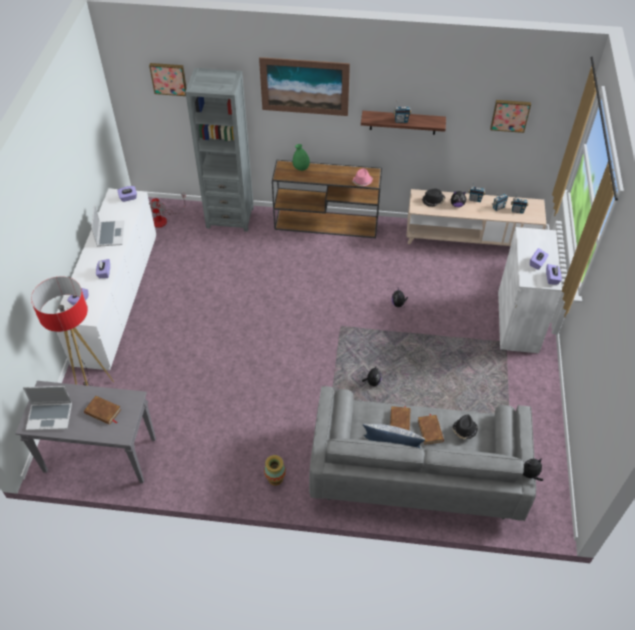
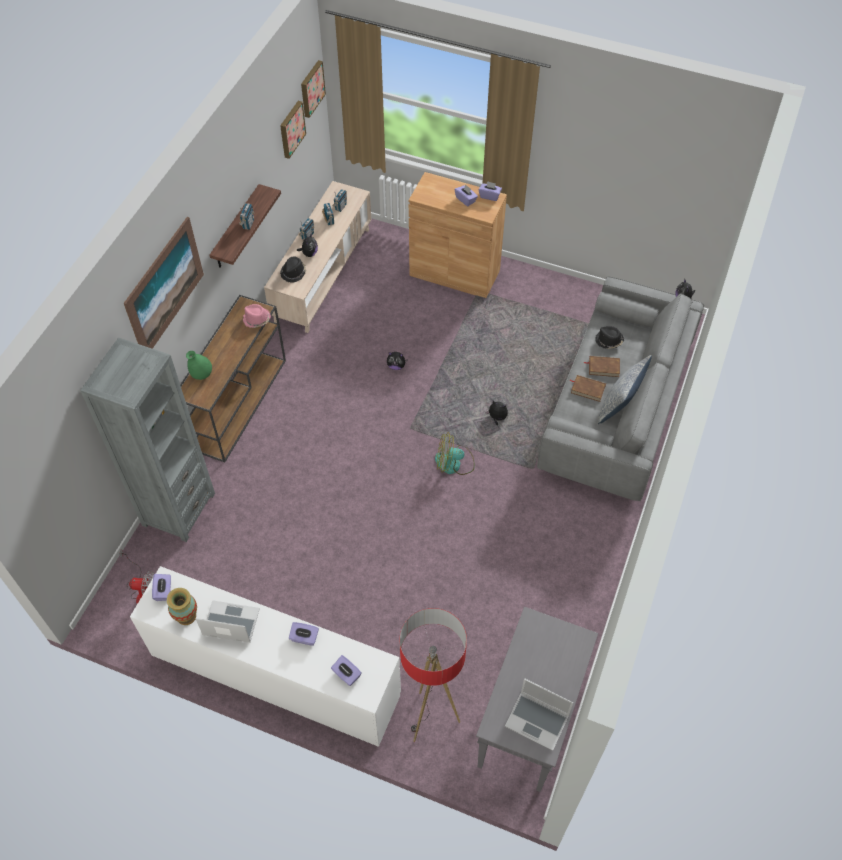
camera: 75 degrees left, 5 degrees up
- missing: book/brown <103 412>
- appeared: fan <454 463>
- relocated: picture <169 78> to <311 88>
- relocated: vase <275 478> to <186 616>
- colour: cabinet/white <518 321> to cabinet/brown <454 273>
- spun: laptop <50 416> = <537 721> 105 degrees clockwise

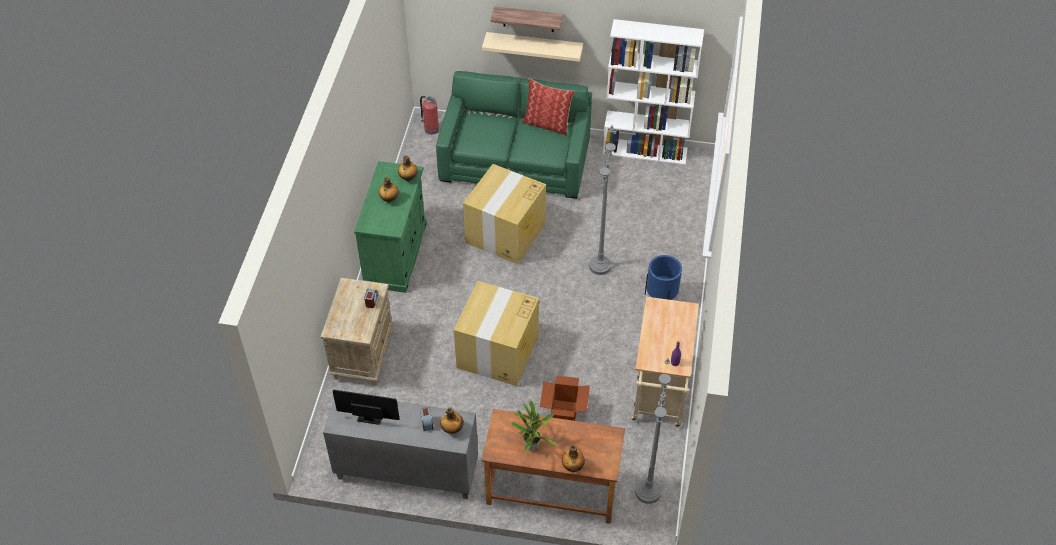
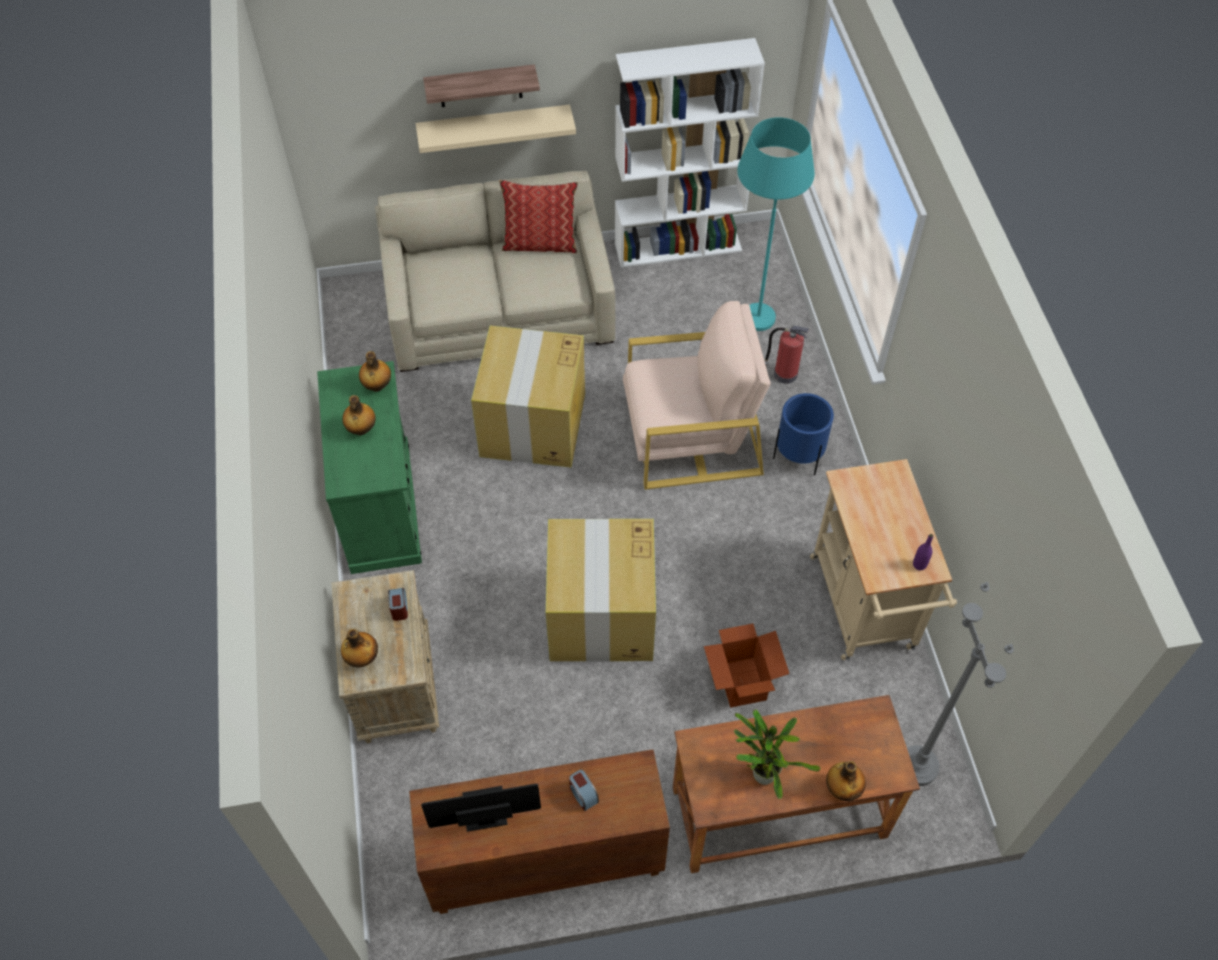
camera: 20 degrees left, 5 degrees up
- appeared: floor lamp/turquoise <757 304>
- relocated: fire extinguisher <431 129> to <784 374>
- relocated: bottle <452 429> to <362 658>
- exchanged: floor lamp/grey <600 266> to armchair/beige <691 435>
- colour: cabinet/grey <406 472> to cabinet/brown <544 863>
- colour: sofa/green <516 159> to sofa/beige <500 307>

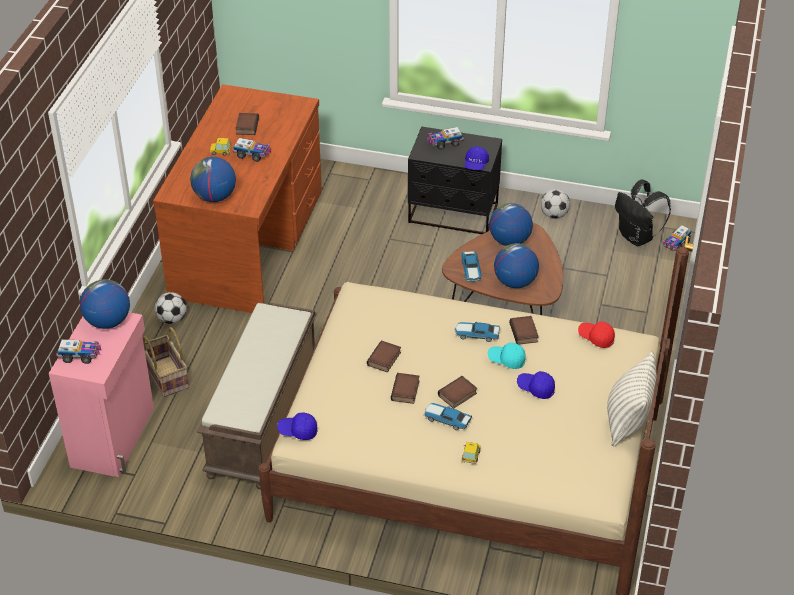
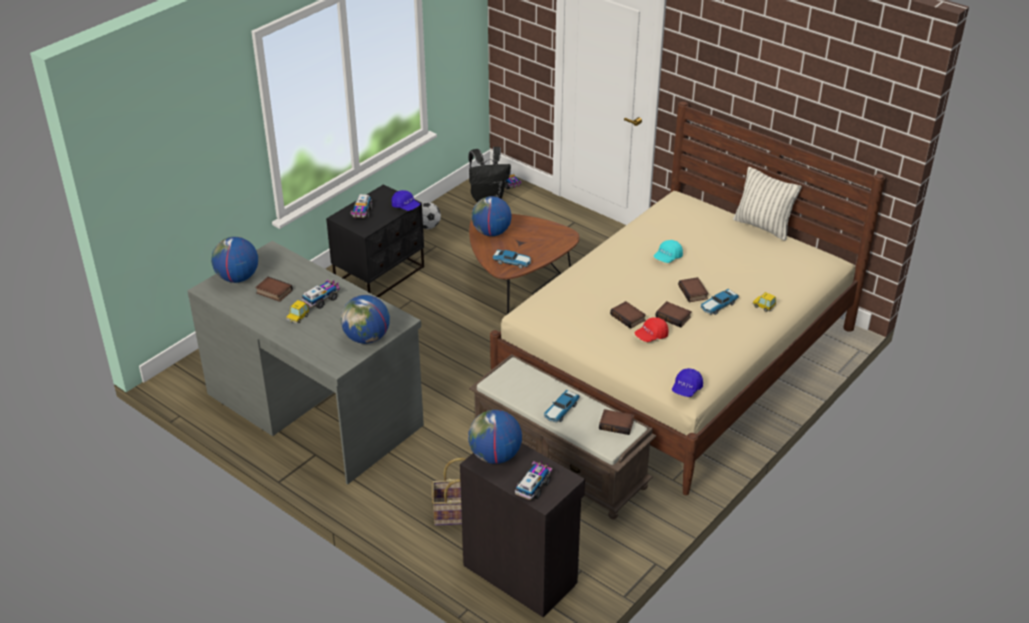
camera: 65 degrees left, 5 degrees down
- missing: football <172 319>
- missing: cap/blue <535 388>
- relocated: toy car <476 334> to <560 411>
- relocated: globe <515 282> to <237 278>
- relocated: book <524 333> to <617 424>
- relocated: cap/red <596 338> to <651 336>
- colour: cabinet/pink <114 436> to cabinet/black <520 572>
- colour: desk/brown <248 244> to desk/grey <314 408>

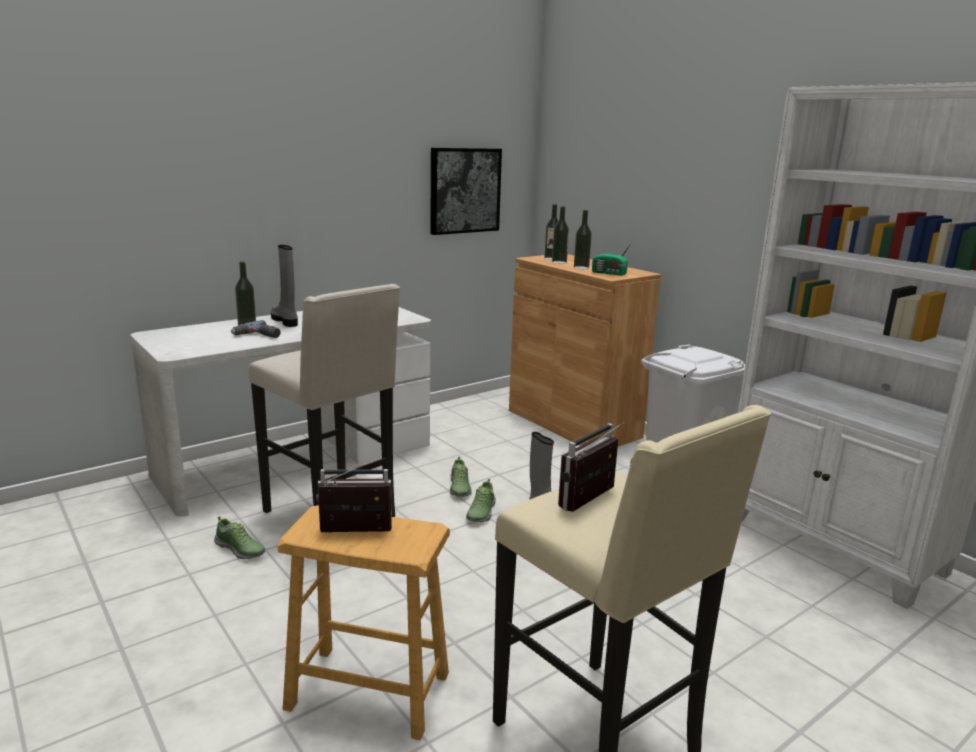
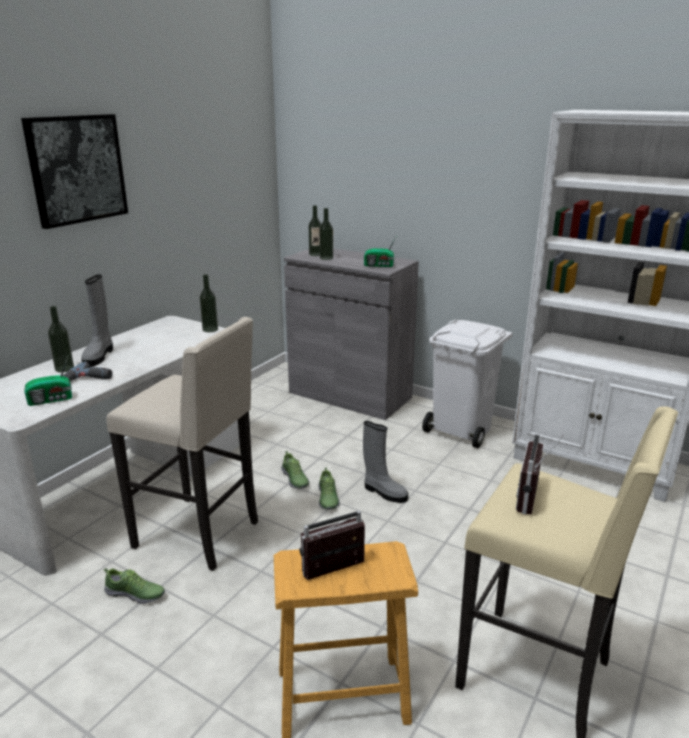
camera: 20 degrees left, 5 degrees up
- appeared: radio <52 400>
- relocated: picture <464 190> to <77 169>
- relocated: bottle <581 268> to <210 329>
- colour: cabinet/brown <573 423> to cabinet/grey <350 395>
- spun: boot/grey <285 321> = <99 356> 120 degrees counterclockwise

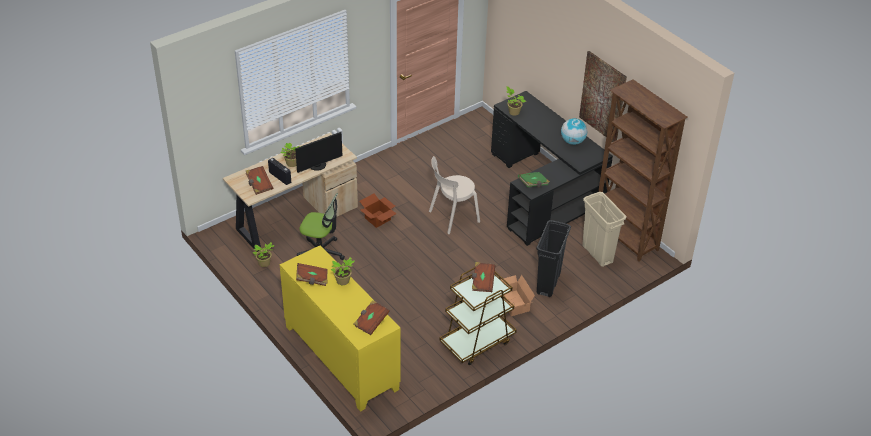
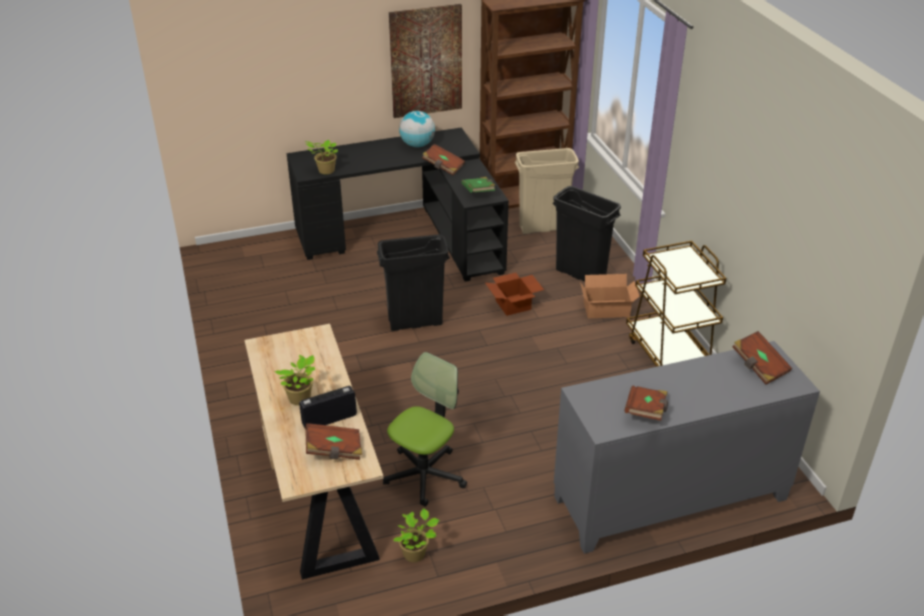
camera: 70 degrees left, 5 degrees down
- missing: monitor <318 166>
- missing: potted plant <343 281>
- relocated: cardboard box <378 219> to <514 305>
- relocated: book/brown <482 282> to <443 167>
- exchanged: chair/beige <452 217> to trash can/black <415 322>
- colour: cabinet/yellow <340 358> to cabinet/grey <670 499>

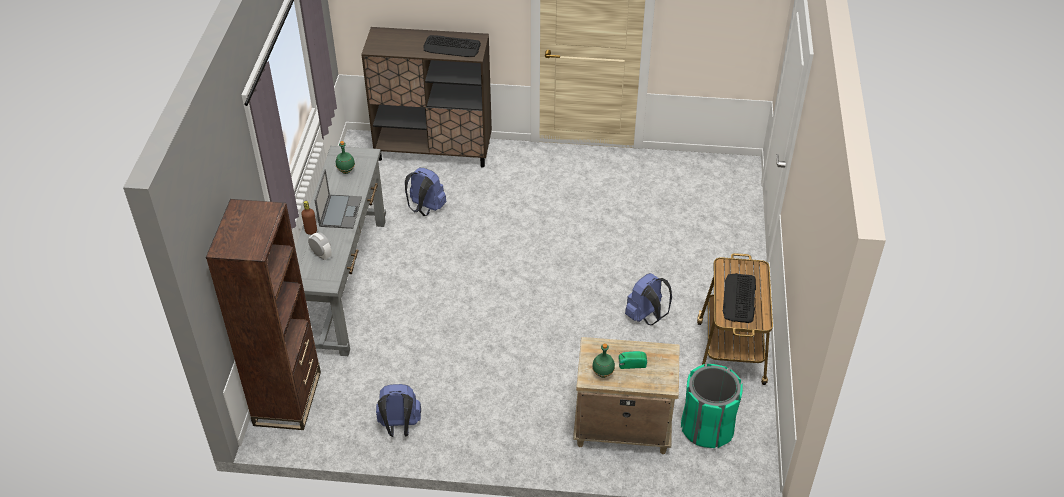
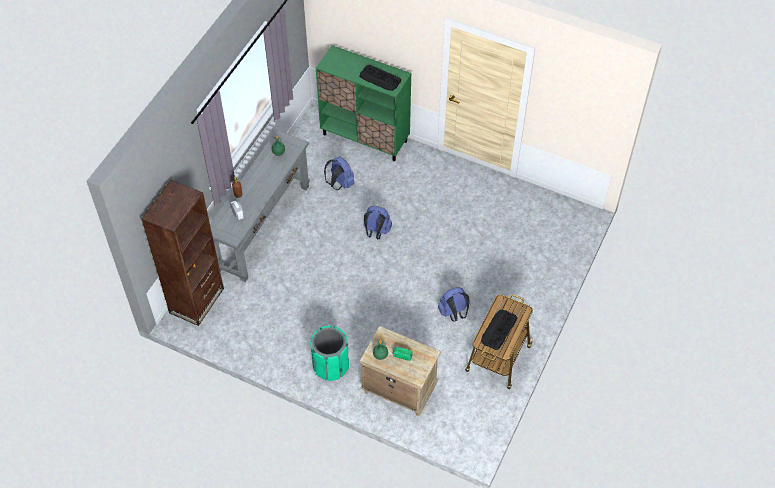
camera: 20 degrees right, 10 degrees up
- missing: laptop <340 211>
- relocated: backpack/blue <399 426> to <376 232>
- relocated: trash can/green <707 427> to <331 365>
- colour: cabinet/brown <434 151> to cabinet/green <365 138>

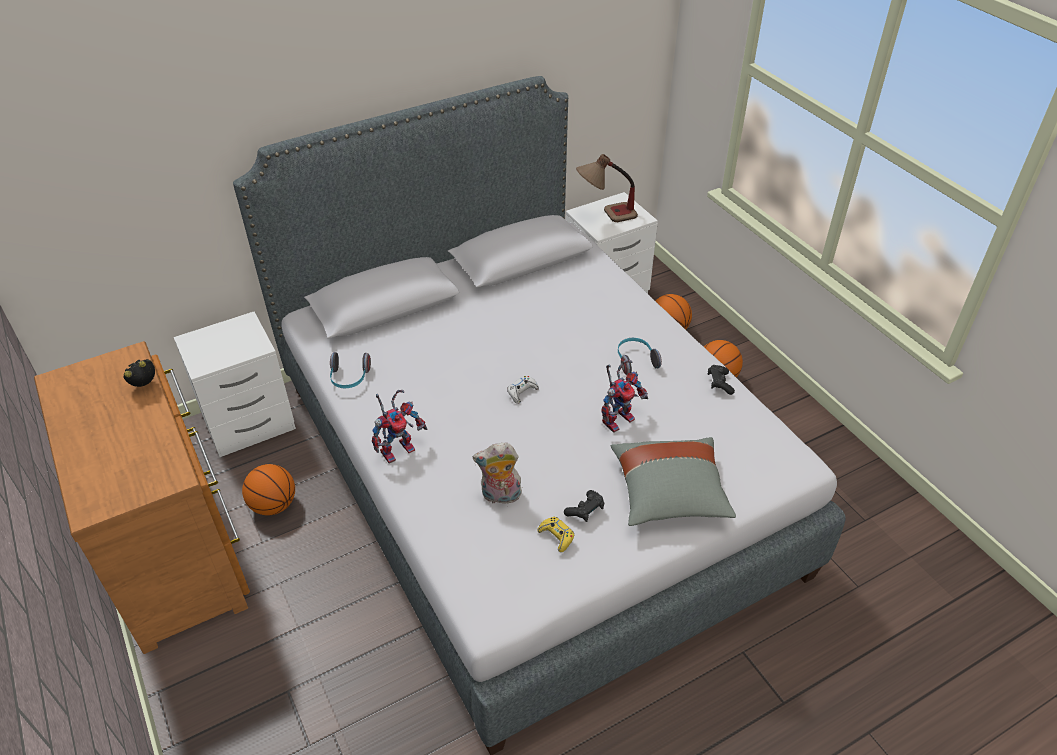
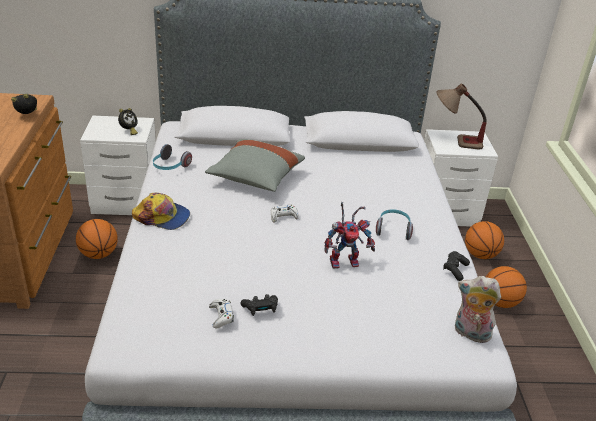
camera: 25 degrees right, 10 degrees down
- appeared: alarm clock <128 131>
- relocated: plush toy <500 496> to <470 334>
- relocated: pillow/grey <669 494> to <255 178>
- exchanged: toy robot <399 448> to cap <162 217>
- colour: game controller/yellow <556 536> to game controller/white <221 316>

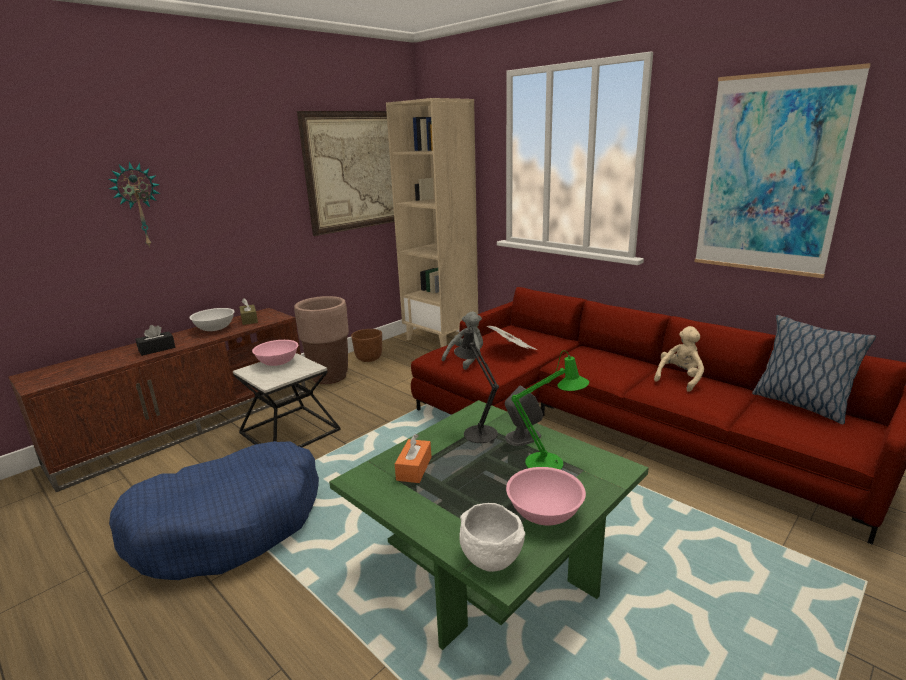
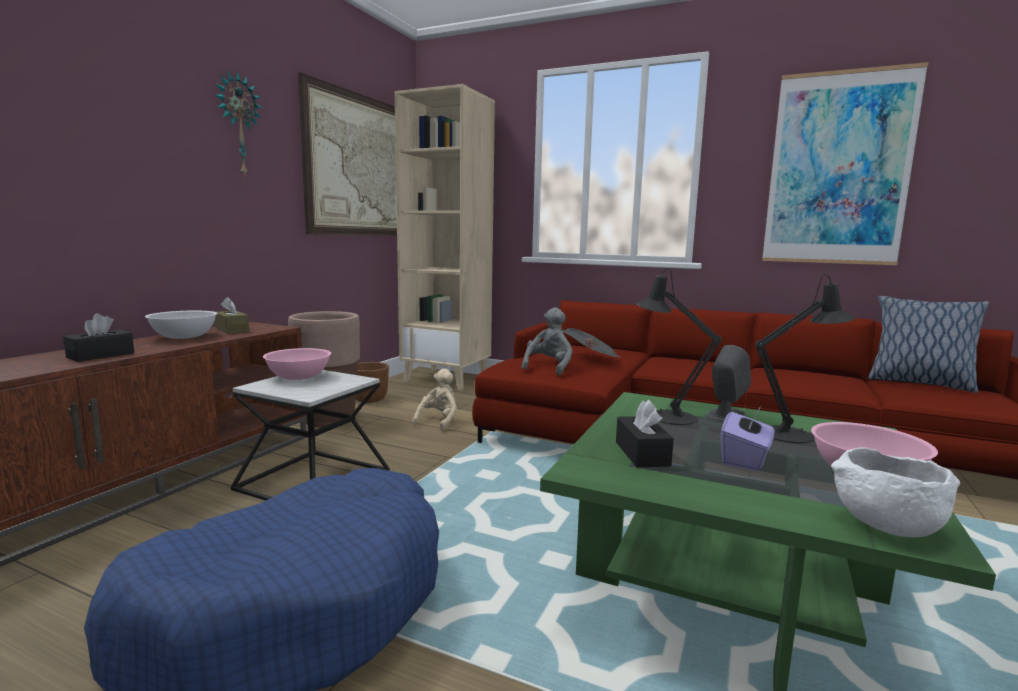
camera: 20 degrees left, 10 degrees down
- appeared: tissue box/purple <745 459>
- relocated: wall clock <138 205> to <237 125>
- relocated: plush toy/beige <679 378> to <439 421>
- colour: tissue box/orange <414 468> to tissue box/black <642 454>
- colour: table lamp/green <550 463> to table lamp/black <794 434>

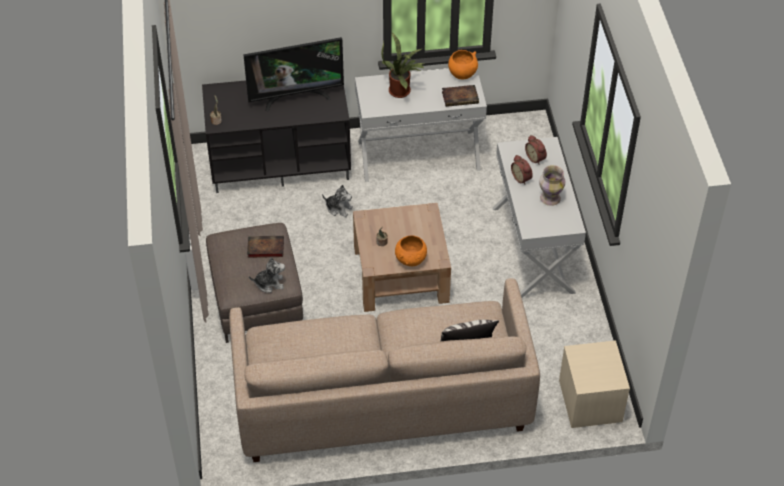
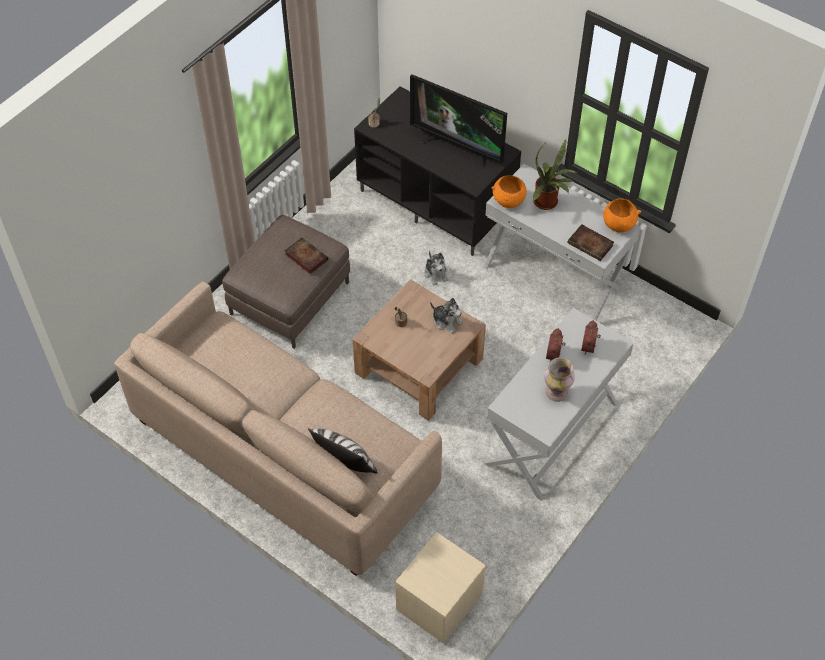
camera: 45 degrees right, 5 degrees up
- relocated: plush toy <269 283> to <446 321>
- relocated: bowl/orange <411 260> to <508 201>

